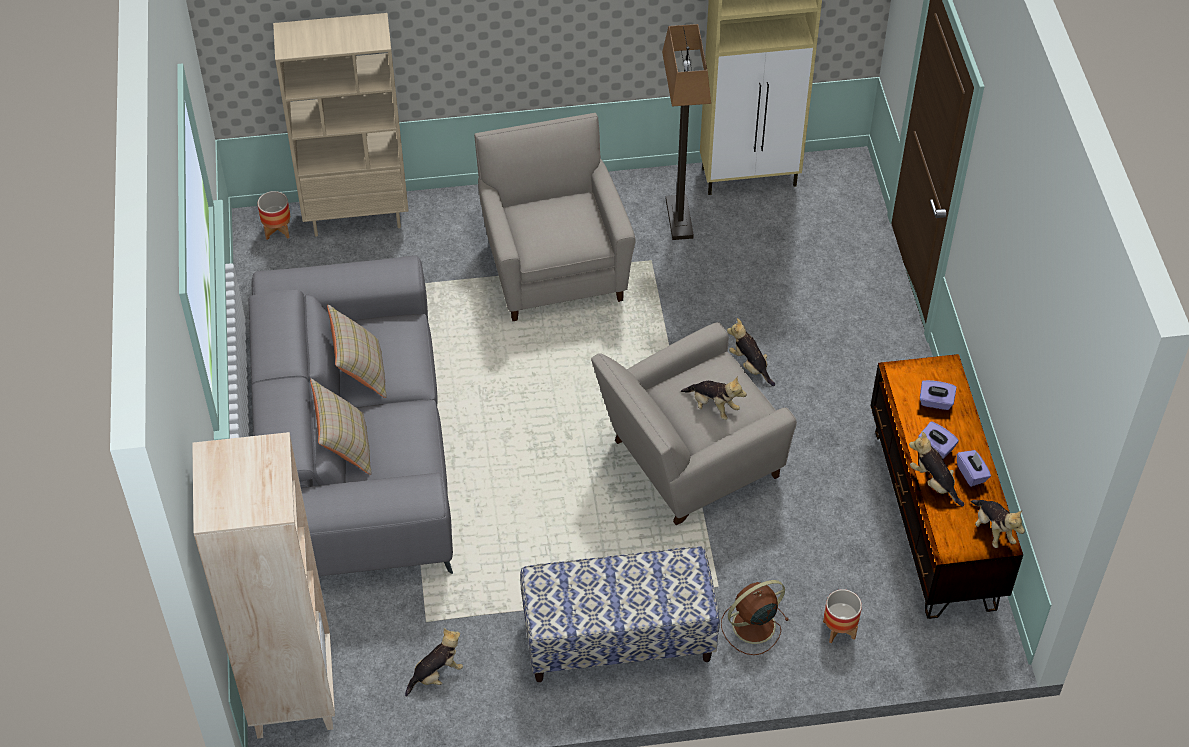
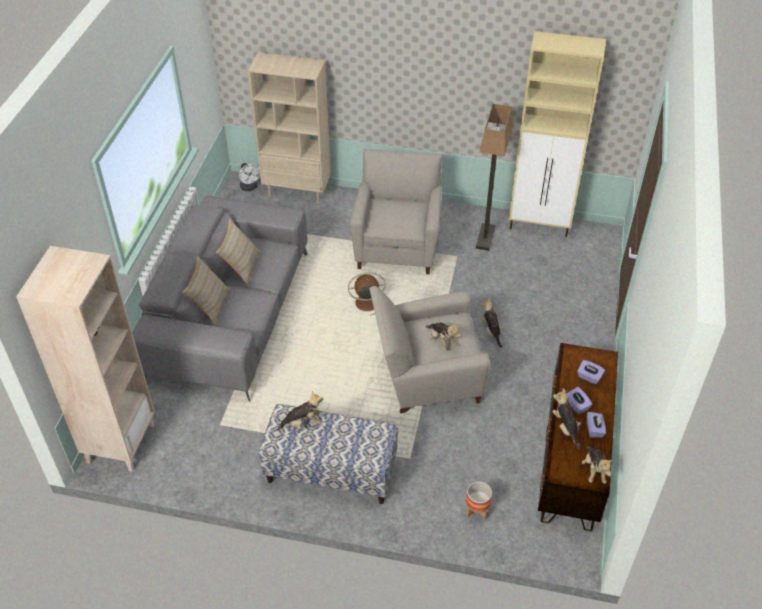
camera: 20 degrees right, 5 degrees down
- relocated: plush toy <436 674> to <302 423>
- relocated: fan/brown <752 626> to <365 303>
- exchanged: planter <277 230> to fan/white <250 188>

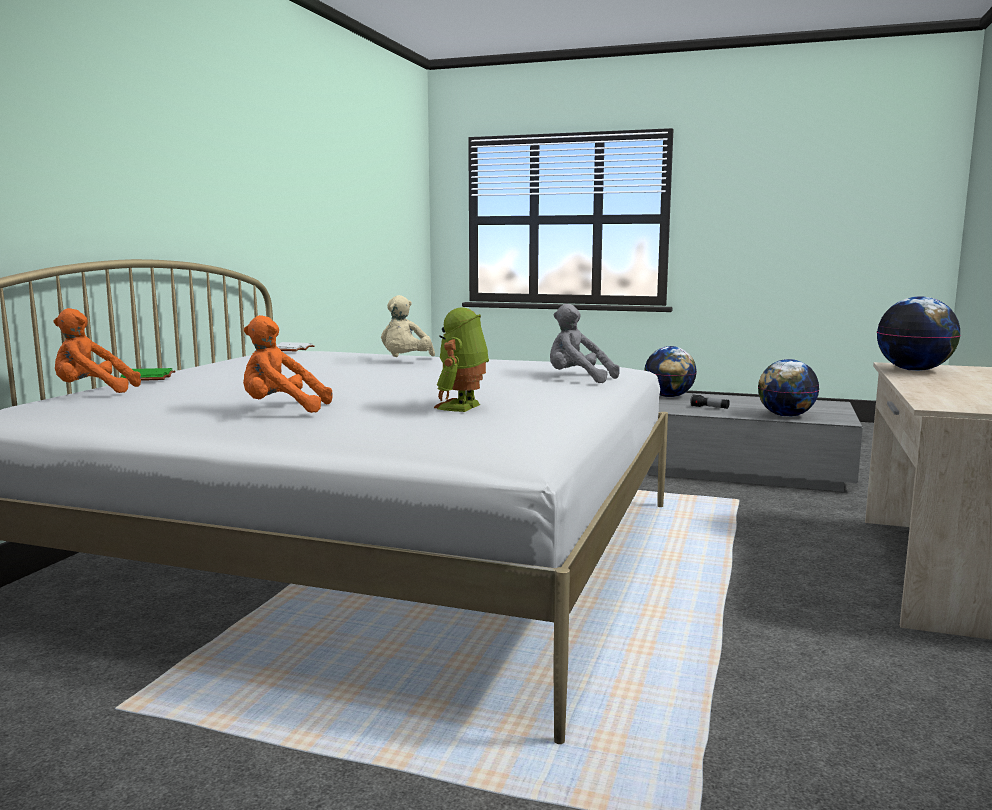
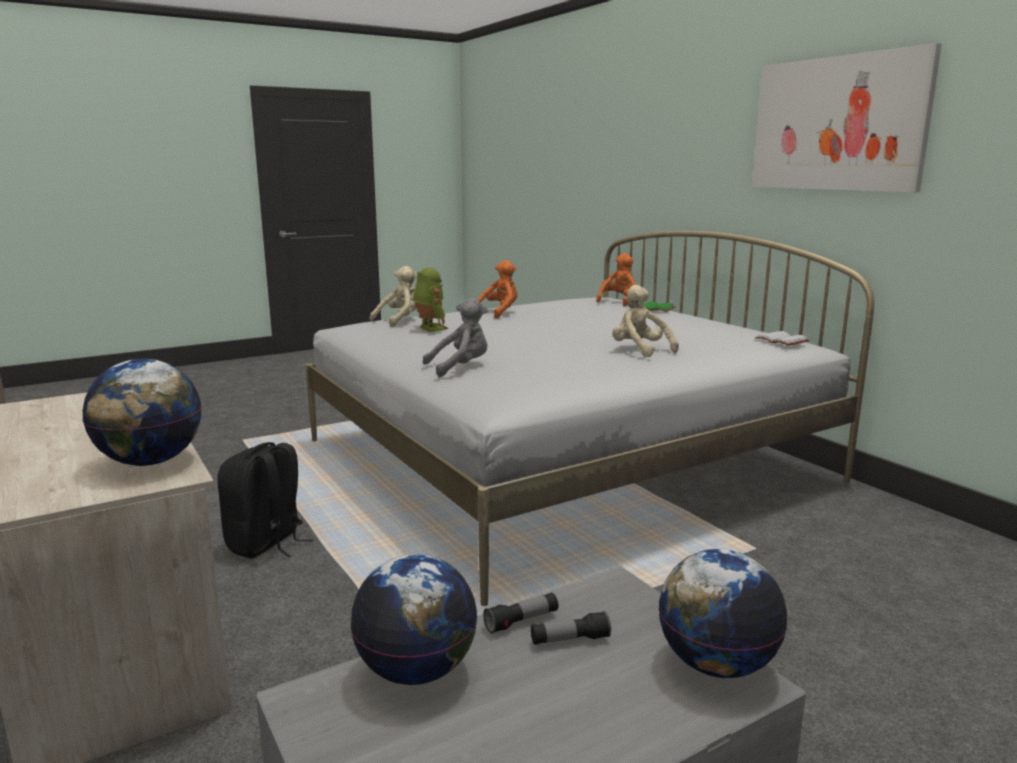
camera: 130 degrees right, 5 degrees up
- appeared: backpack/black <267 544>
- appeared: plush toy/beige <400 321>
- appeared: flashlight <522 621>
- appeared: picture <837 124>

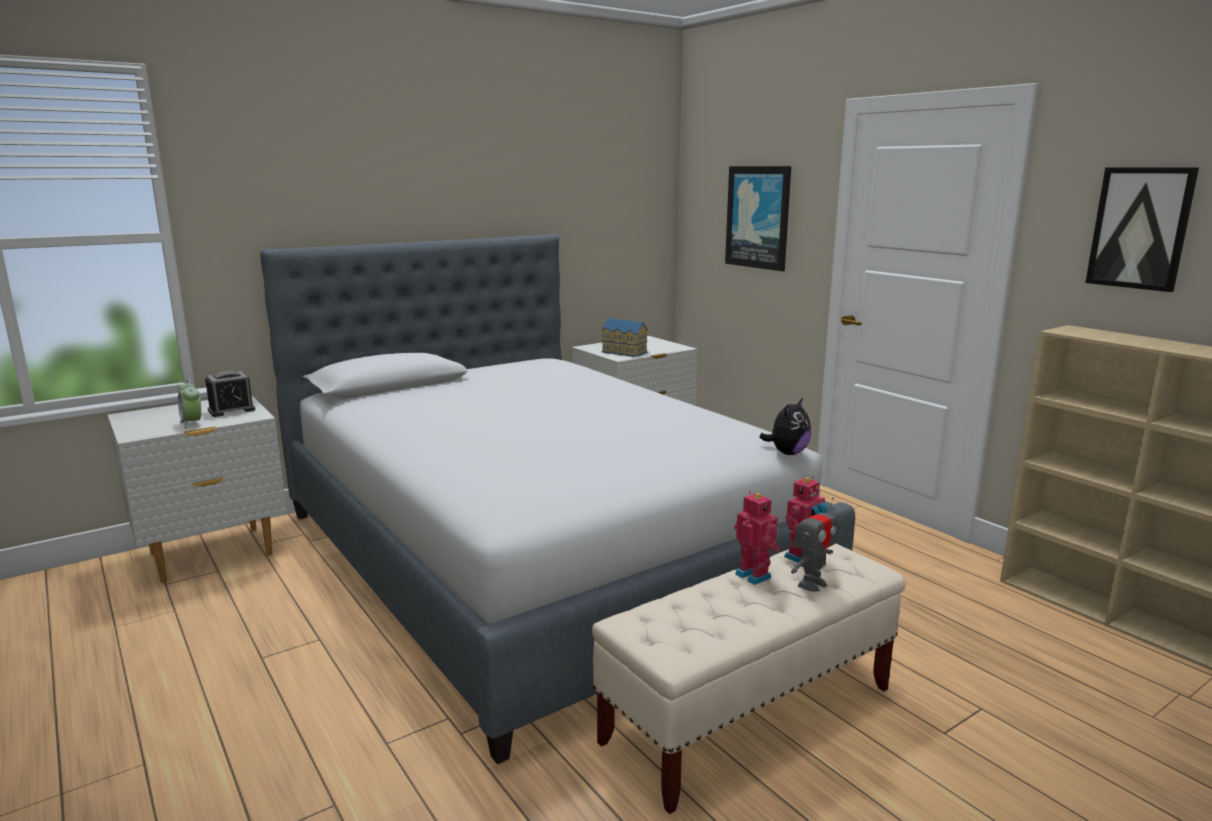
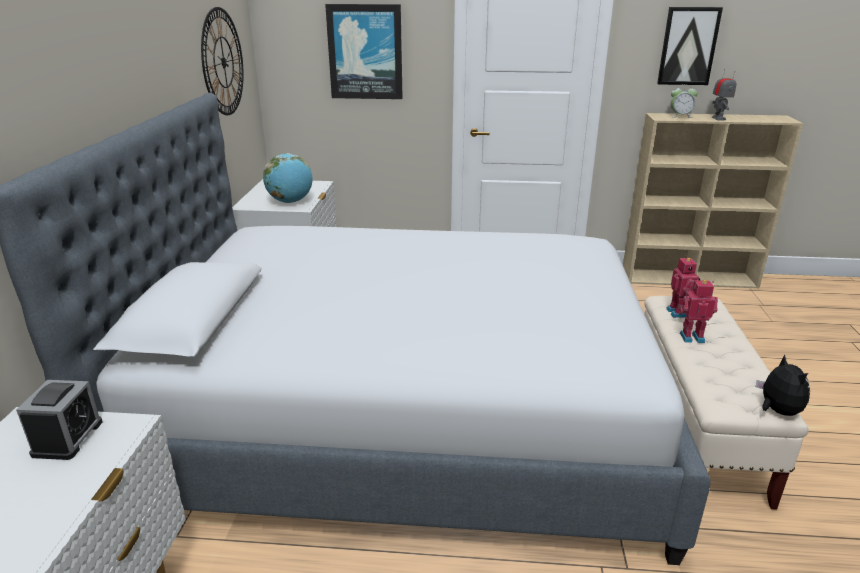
camera: 50 degrees left, 10 degrees up
- appeared: wall clock <223 62>
- relocated: alarm clock <192 423> to <680 116>
- relocated: plush toy <787 453> to <777 411>
- relocated: toy robot <812 584> to <718 118>
- exchanged: toy house <623 352> to globe <290 201>

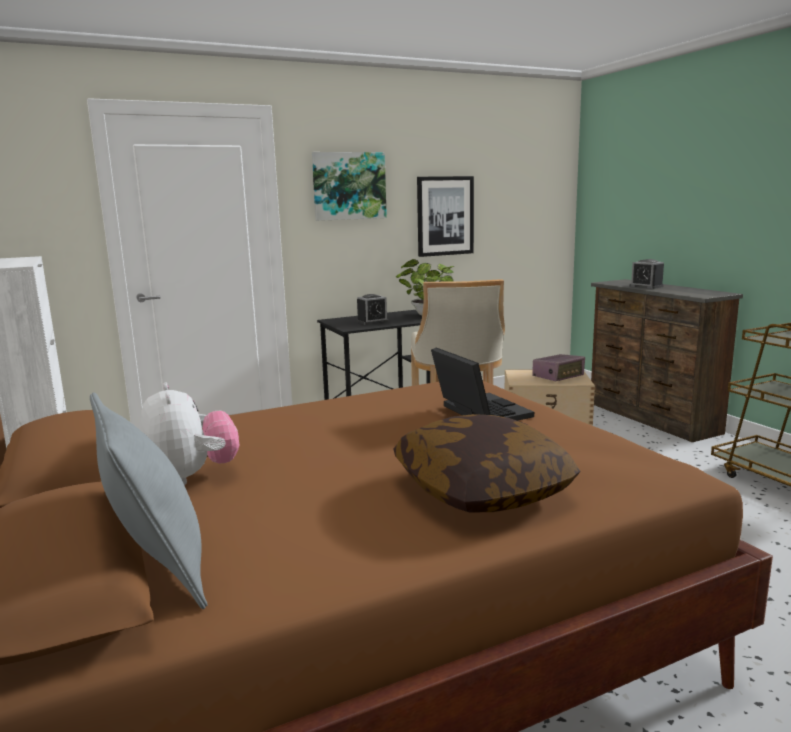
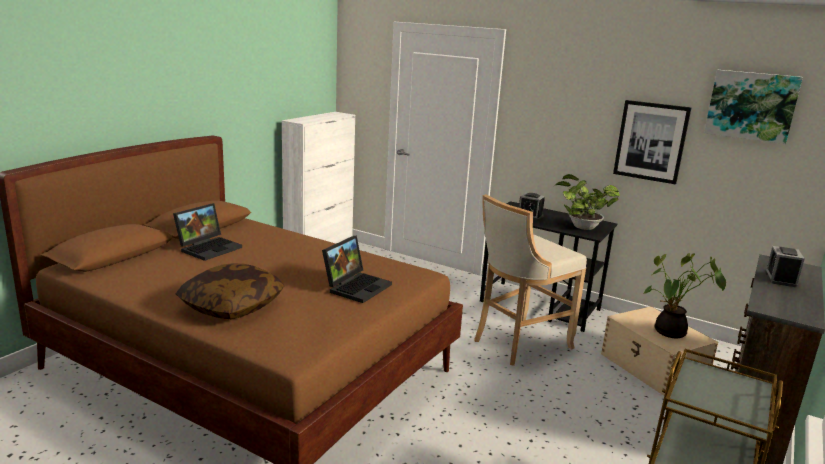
camera: 55 degrees right, 5 degrees up
- missing: pillow/grey <159 569>
- relocated: picture <349 186> to <751 106>
- exchanged: plush toy <191 478> to laptop <209 248>
- exchanged: radio <558 377> to potted plant <670 333>

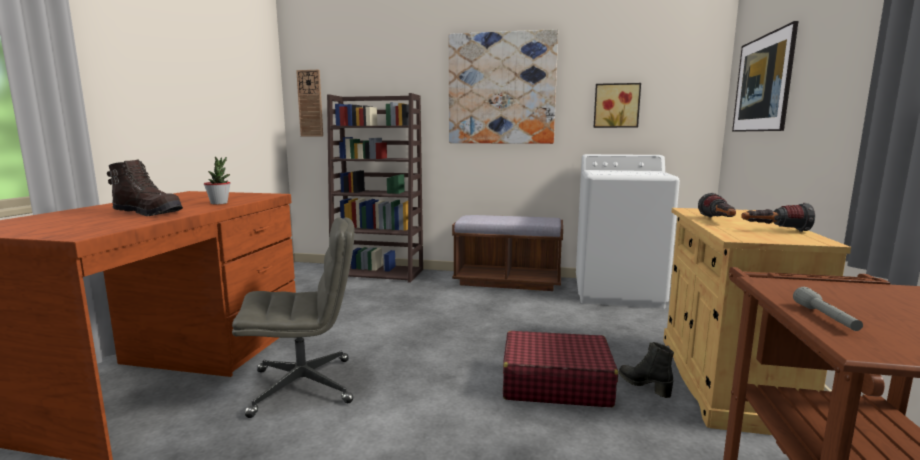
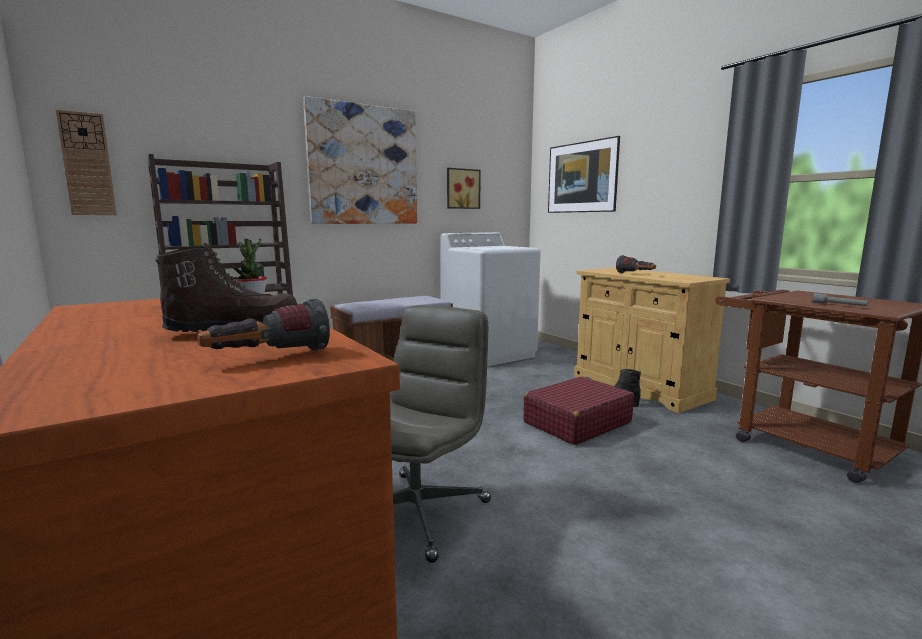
camera: 45 degrees left, 0 degrees up
- relocated: flashlight <774 230> to <268 358>

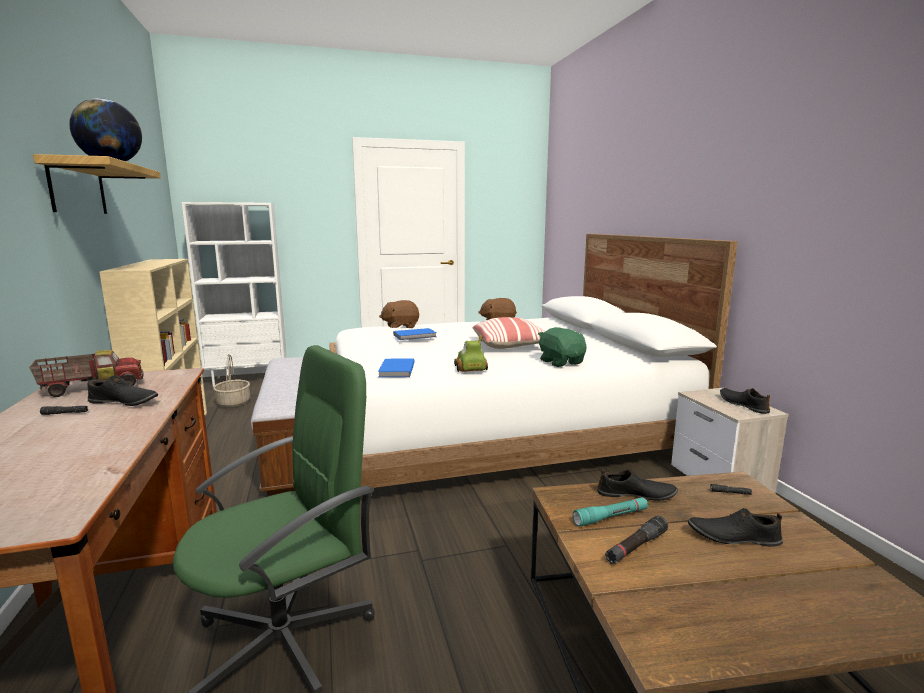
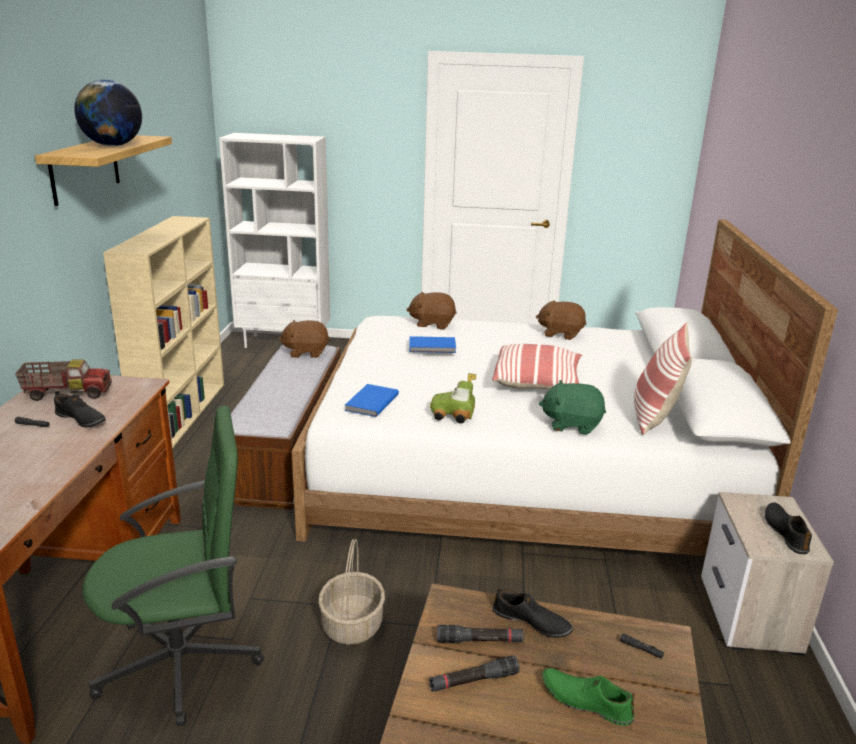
camera: 20 degrees right, 10 degrees up
- appeared: plush toy/brown <306 352>
- appeared: pillow <654 416>
- relocated: basket <233 403> to <351 624>
- colour: flashlight/turquoise <611 517> to flashlight/black <479 641>
- colour: shoe/black <733 537> to shoe/green <586 701>
- spun: toy car <469 368> = <452 415> 90 degrees counterclockwise
- spun: plush toy/green <561 362> = <571 424> 75 degrees counterclockwise

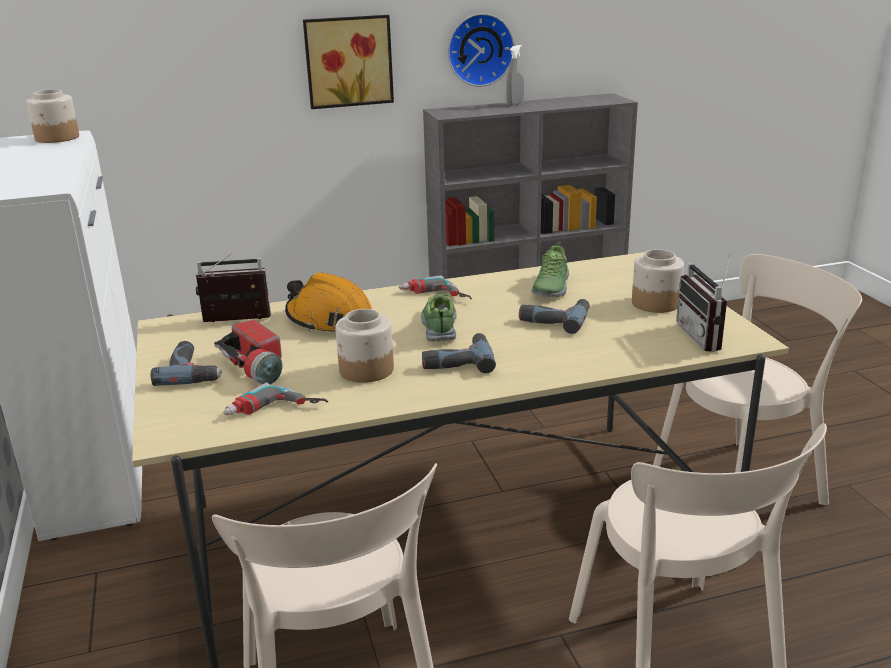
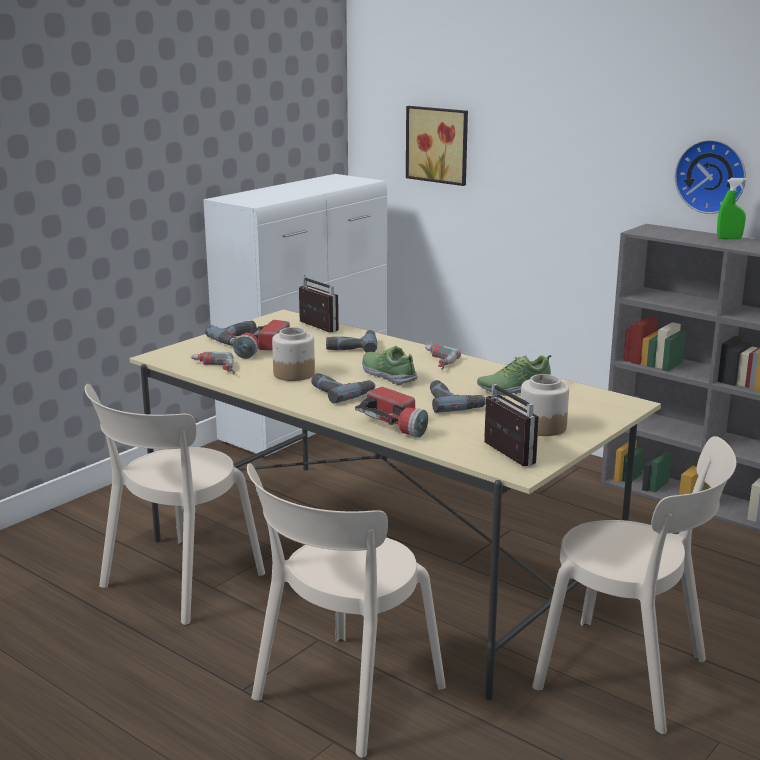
camera: 55 degrees right, 5 degrees down
- missing: jar <57 138>
- appeared: flashlight <395 425>
- relocated: picture <348 61> to <439 144>
- exchanged: hard hat/orange <329 320> to power drill <352 347>
- colour: spray bottle/grey <515 104> to spray bottle/green <729 238>
- spun: shoe <440 326> = <388 375> 90 degrees counterclockwise
- spun: radio <706 337> = <501 455> 105 degrees clockwise

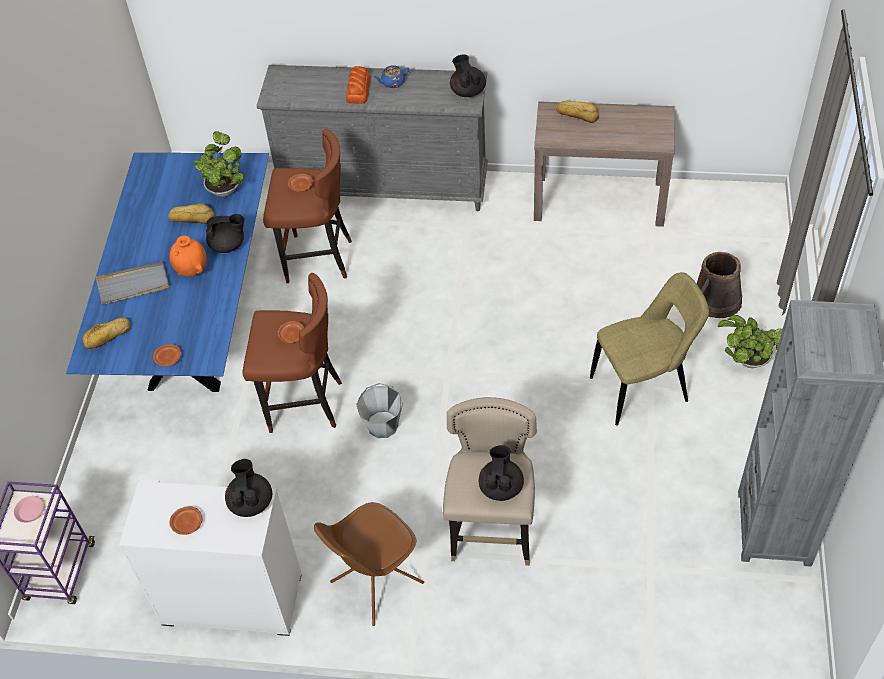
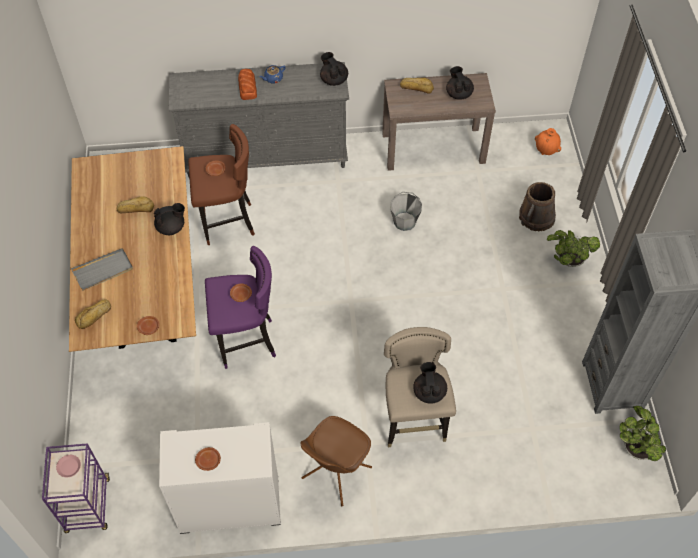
camera: 15 degrees left, 5 degrees up
- missing: chair/beige <643 388>
- relocated: vase/orange <192 271> to <546 151>
- relocated: potted plant <224 188> to <636 447>
- relocated: teapot/black <251 502> to <458 93>
- relocated: bucket/grey <383 425> to <404 222>
- colour: dining table/blue <198 326> to dining table/brown <146 290>
- colour: stool/brown <303 404> to stool/purple <246 342>

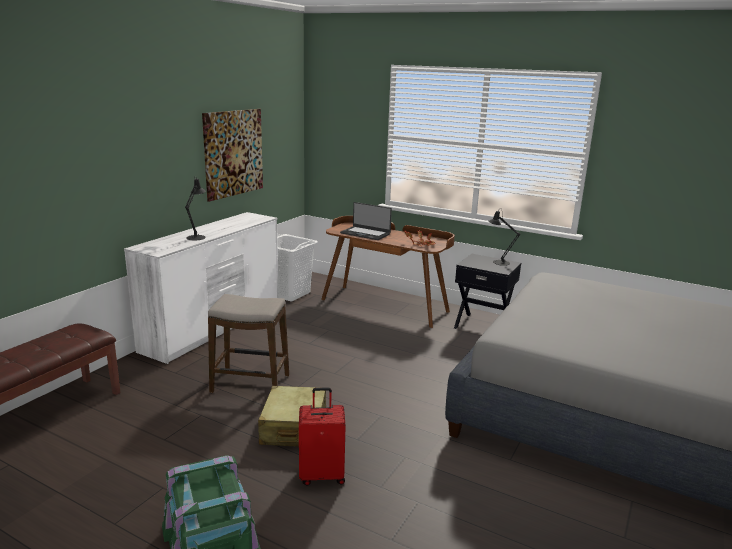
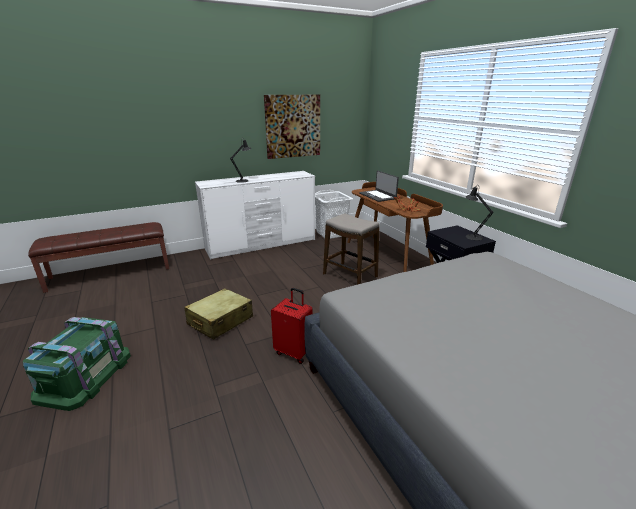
camera: 35 degrees right, 5 degrees up
- relocated: stool <250 384> to <350 276>
- relocated: suitcase/red <322 475> to <294 352>

